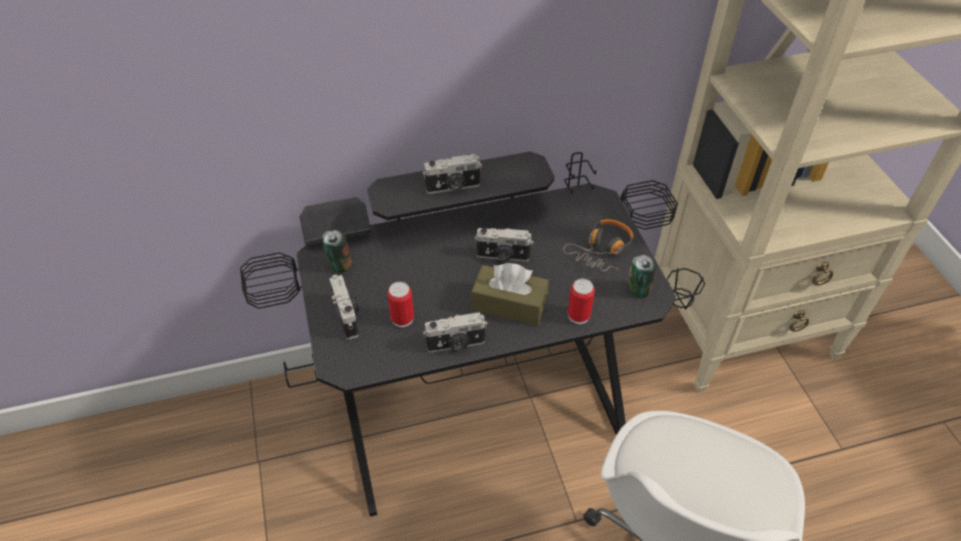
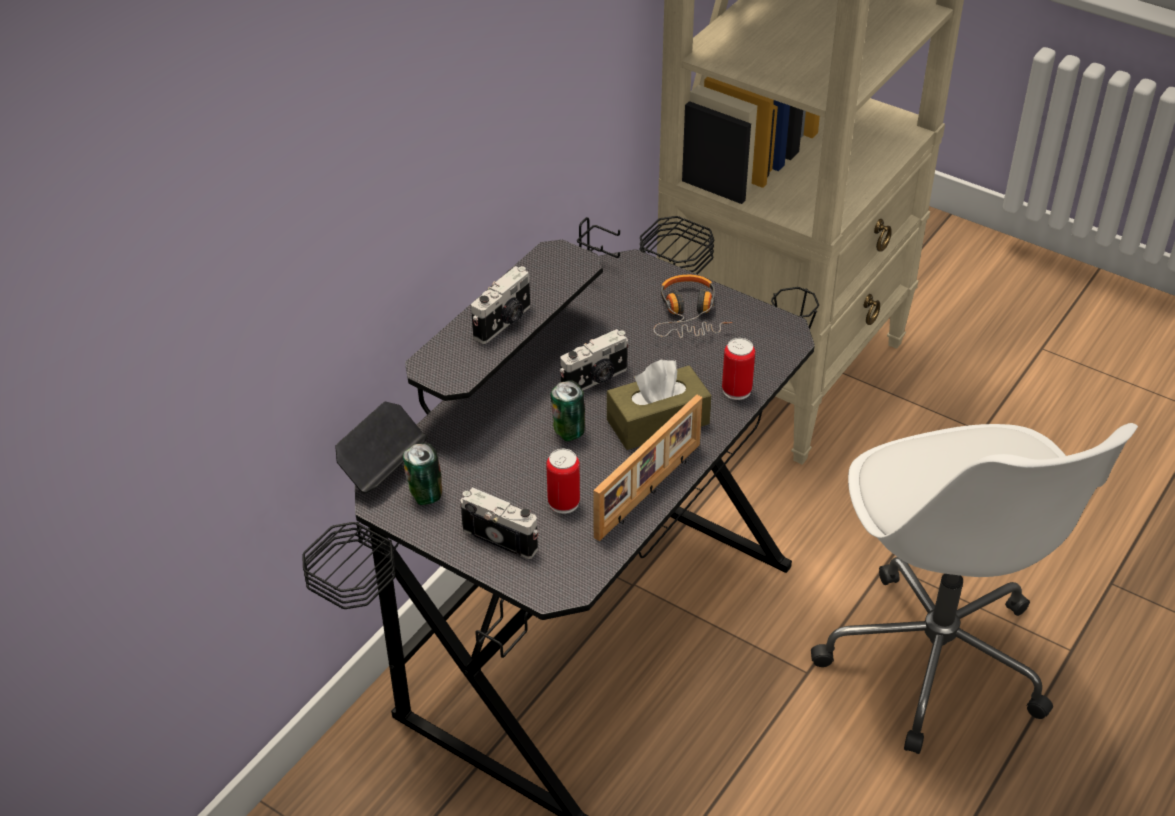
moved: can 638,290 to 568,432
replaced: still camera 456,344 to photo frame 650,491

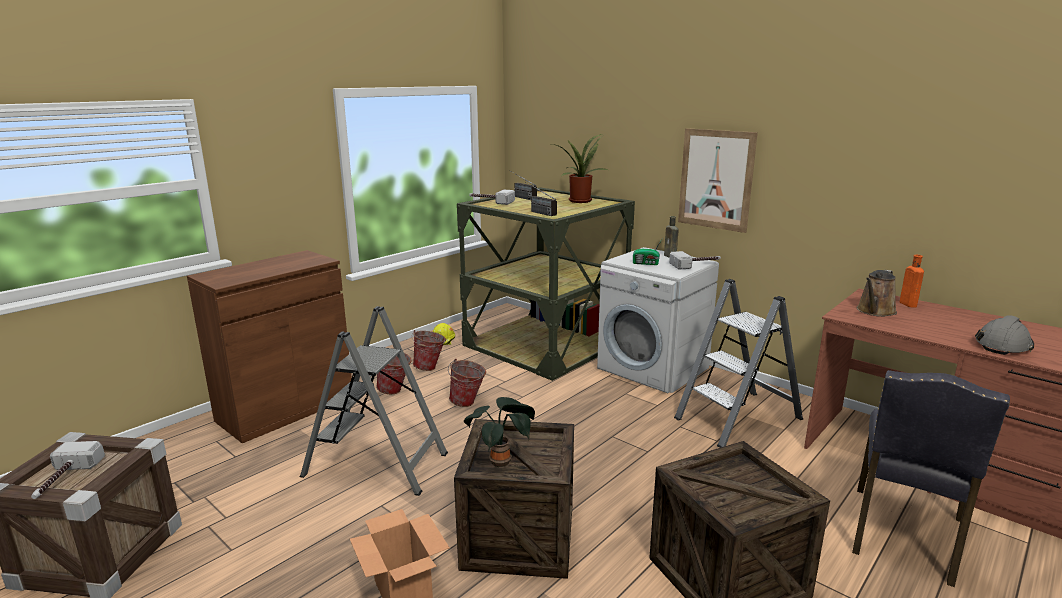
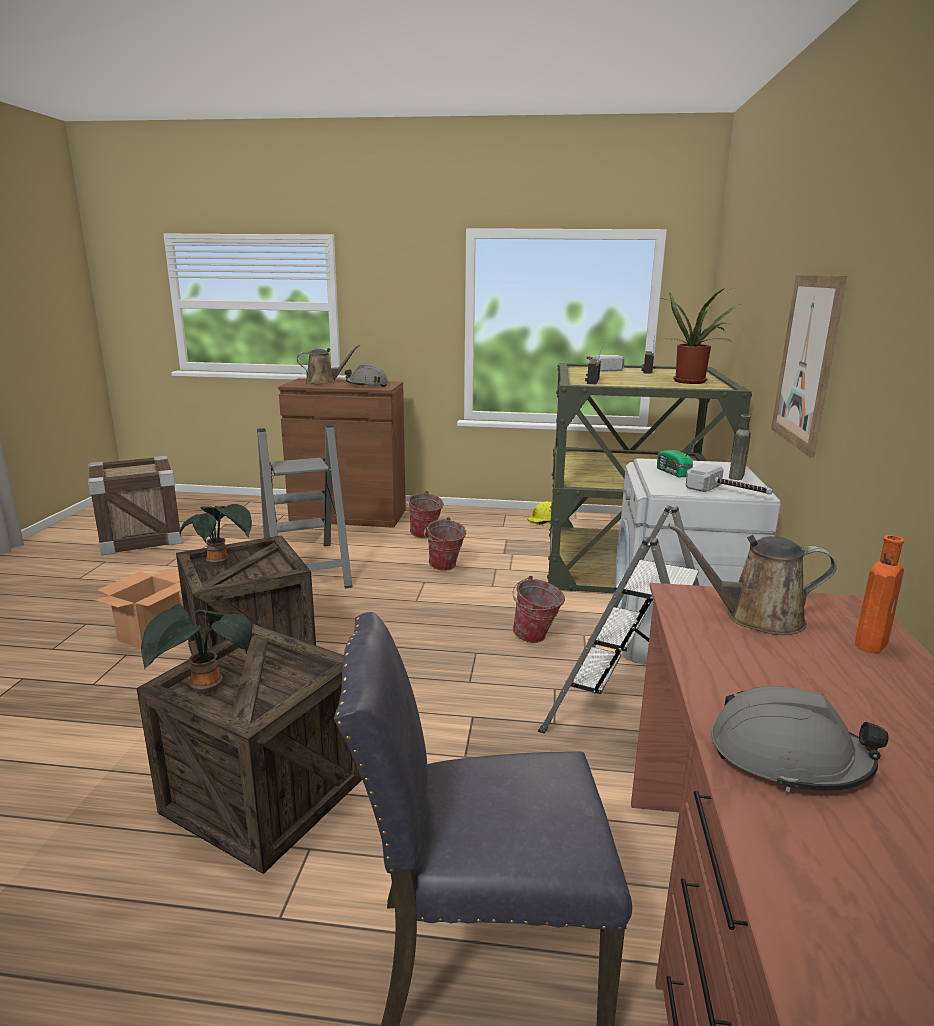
removed: tool hammer 63,480
added: potted plant 203,690; brownish watering can 324,382; grey work helmet 367,385
moved: pail 430,368 to 536,638

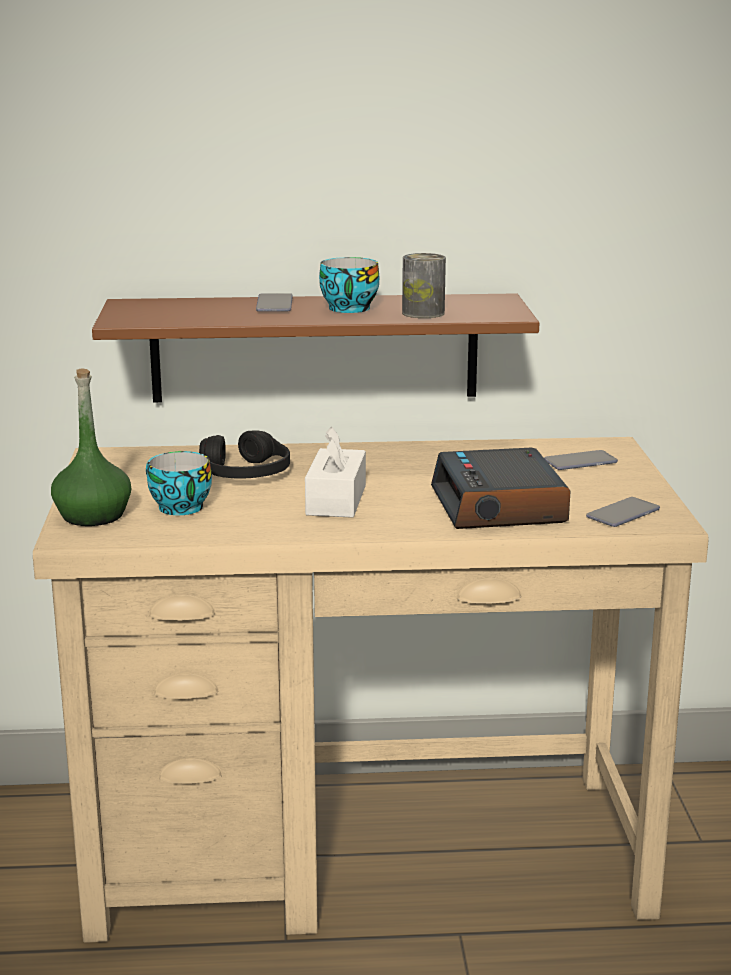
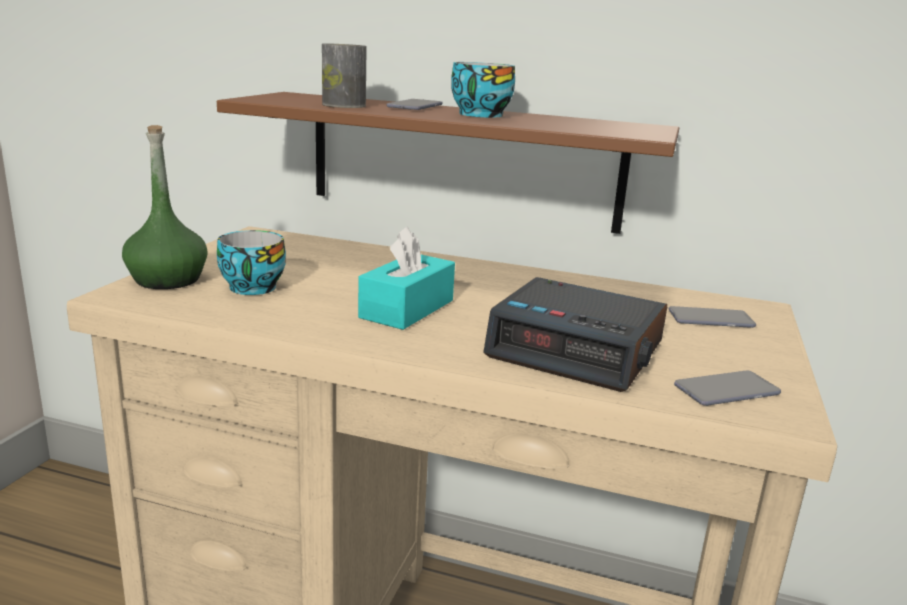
removed: blackish pair of headphones 245,473
moved: can 423,313 to 344,105
recoloured: white-coloured tissue holder 336,500 to turquoise tissue holder 407,309
turned: alarm clock 500,506 = 578,350 75 degrees counterclockwise

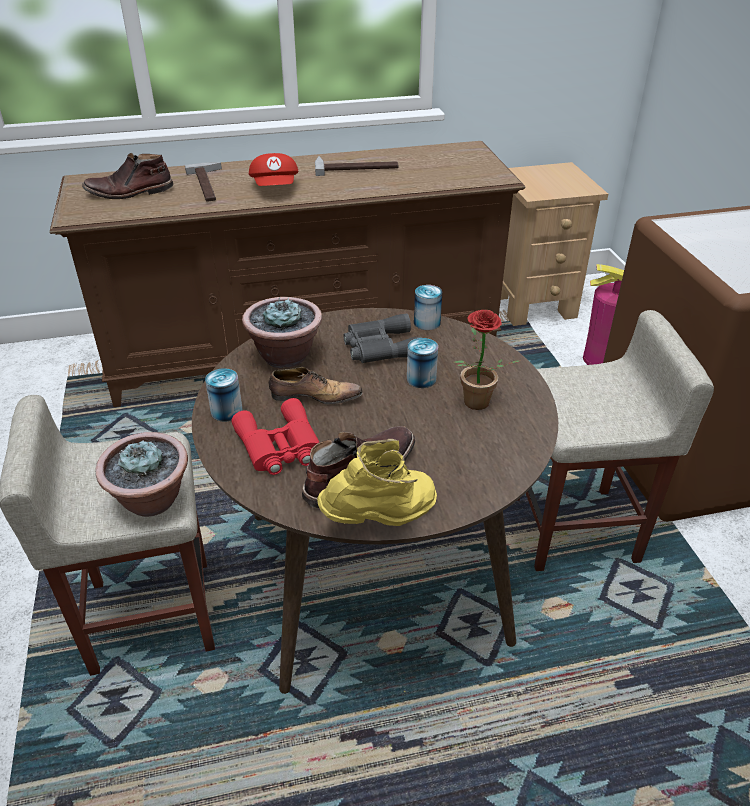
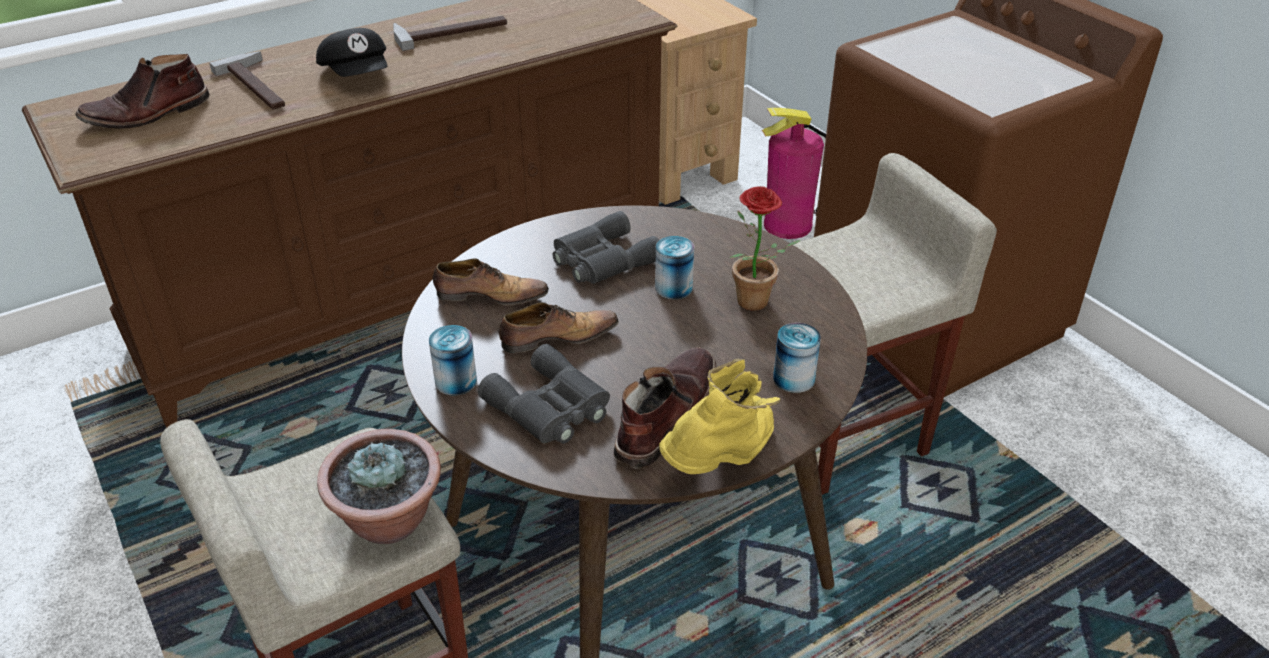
moved: can 427,322 to 794,379
replaced: potted plant 285,356 to shoe 489,296
recoloured: red-coloured binoculars 279,446 to grey binoculars 550,408; red-coloured peaked cap 276,188 to blackish peaked cap 358,75

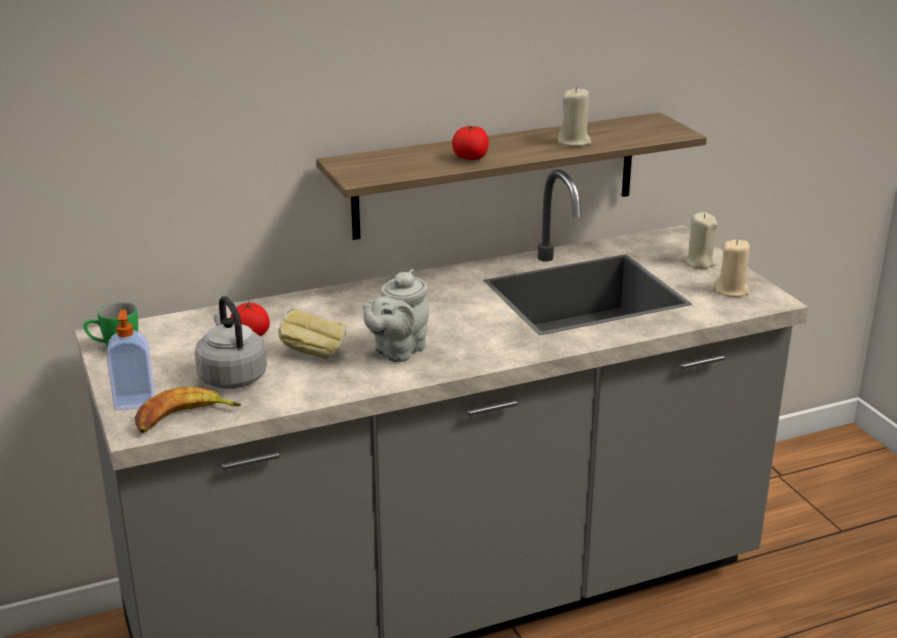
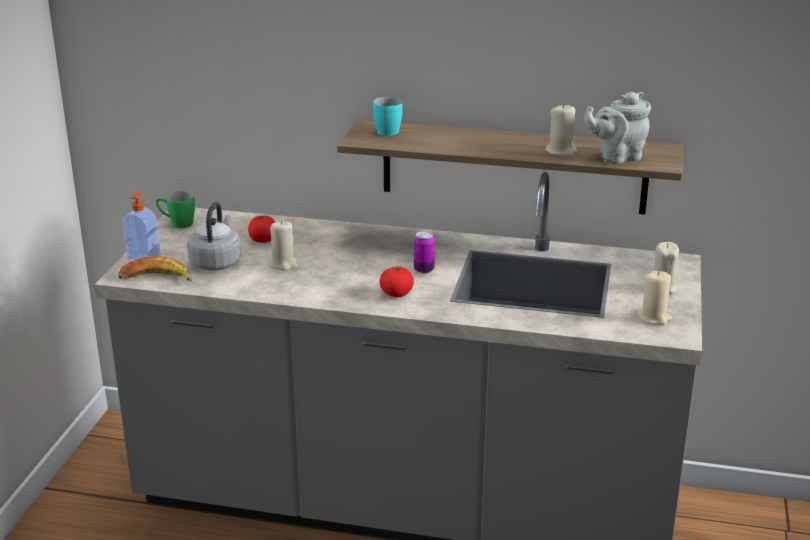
added: turquoise coffee mug 386,130; can 424,270
moved: grey pot for tea 397,351 to 616,157; tomato 470,158 to 396,294
replaced: baked bread 314,353 to sand-coloured wax light 284,264

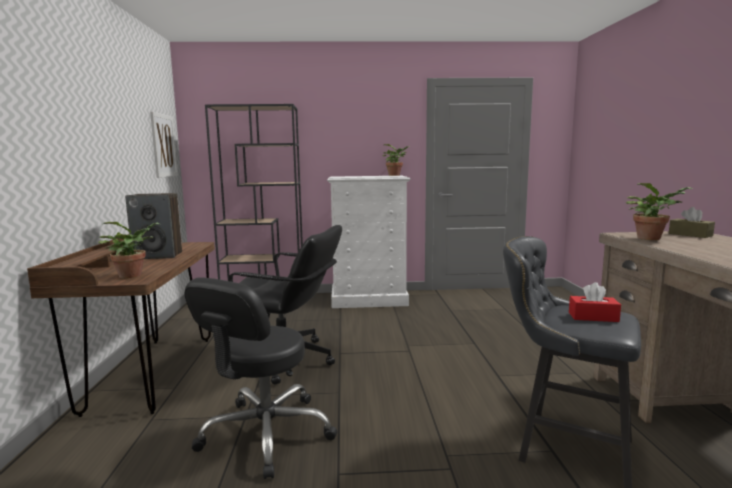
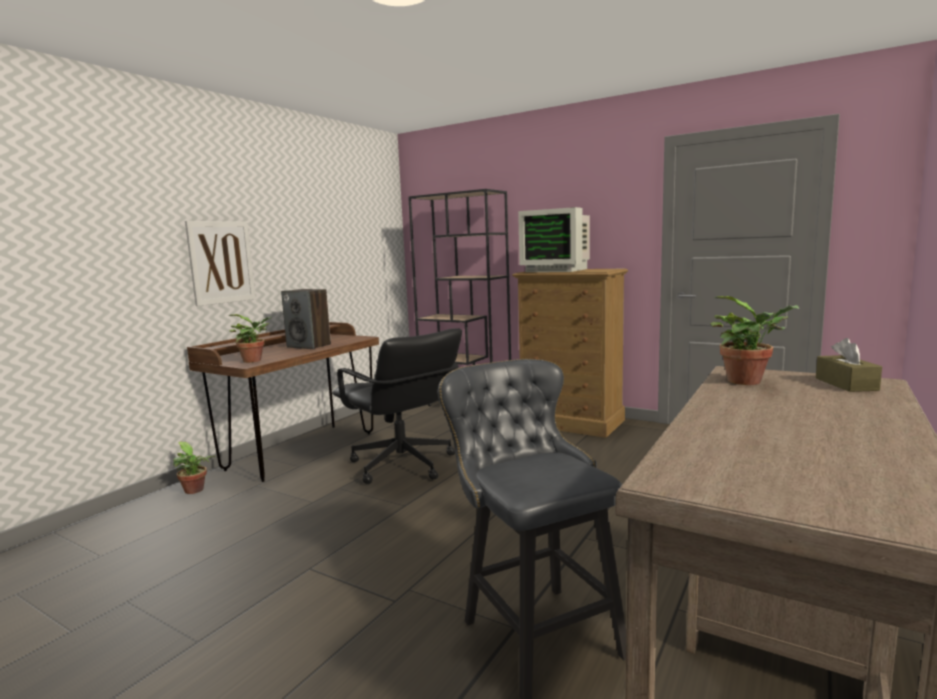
removed: blackish computer chair 263,437; red-coloured tissue holder 593,317
added: computer screen 557,270
moved: wall art 163,145 to 221,262; potted plant 395,175 to 195,491
recoloured: white-coloured chest of drawers 369,299 to brownish chest of drawers 572,422

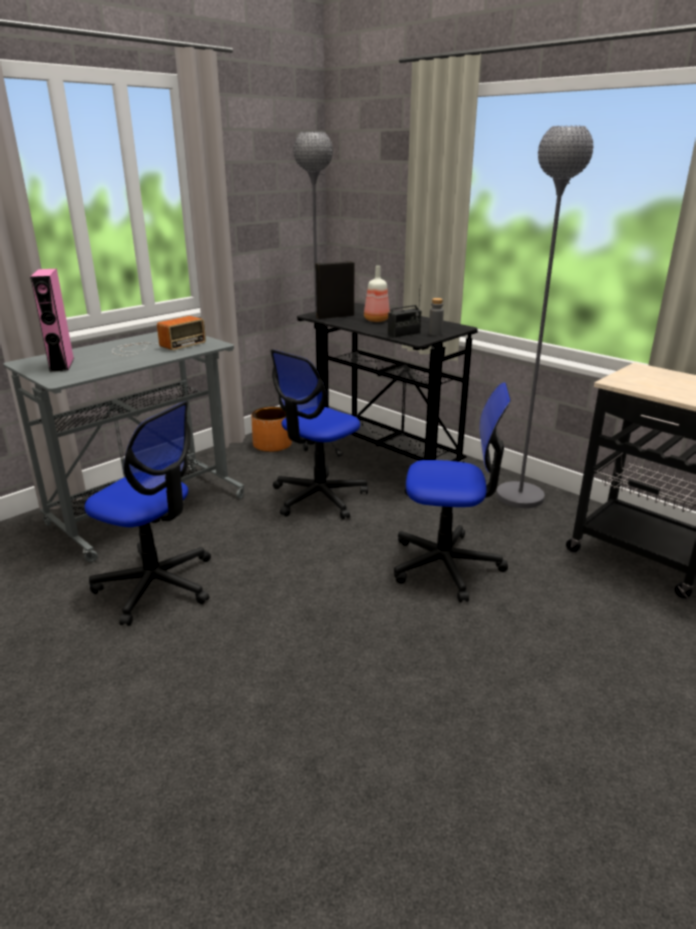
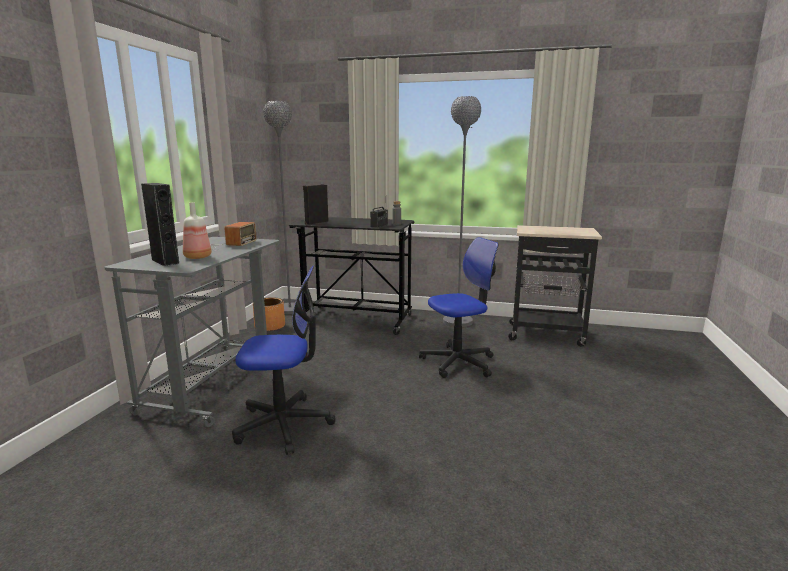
removed: computer chair 318,497
moved: bottle 375,320 to 197,257
recoloured: pink loudspeaker 62,365 to blackish loudspeaker 165,261

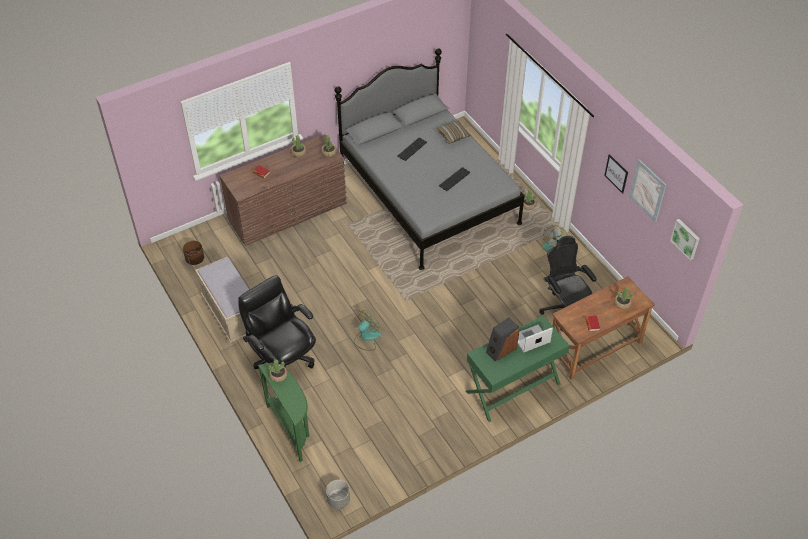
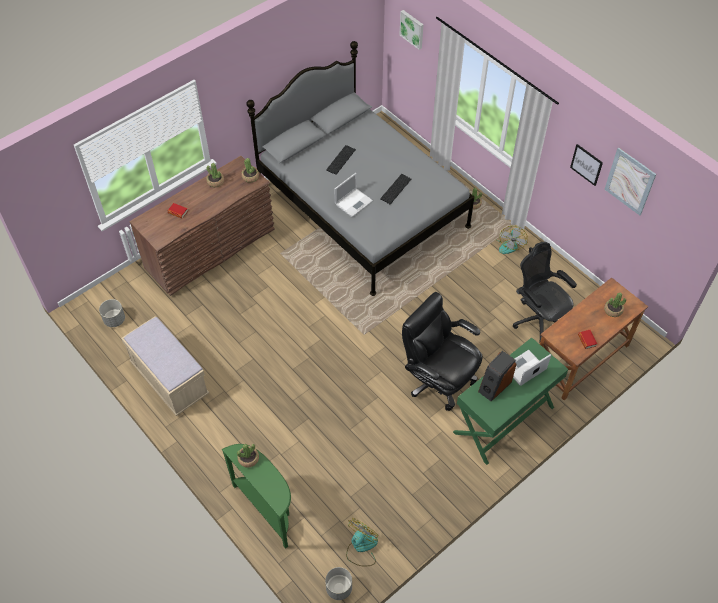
removed: cushion 453,135
added: portable computer 354,202
moved: blackish computer chair 282,358 to 438,379; fan 366,337 to 361,547; wall art 686,238 to 412,29
recoloured: brownish planter 195,259 to grey planter 114,320

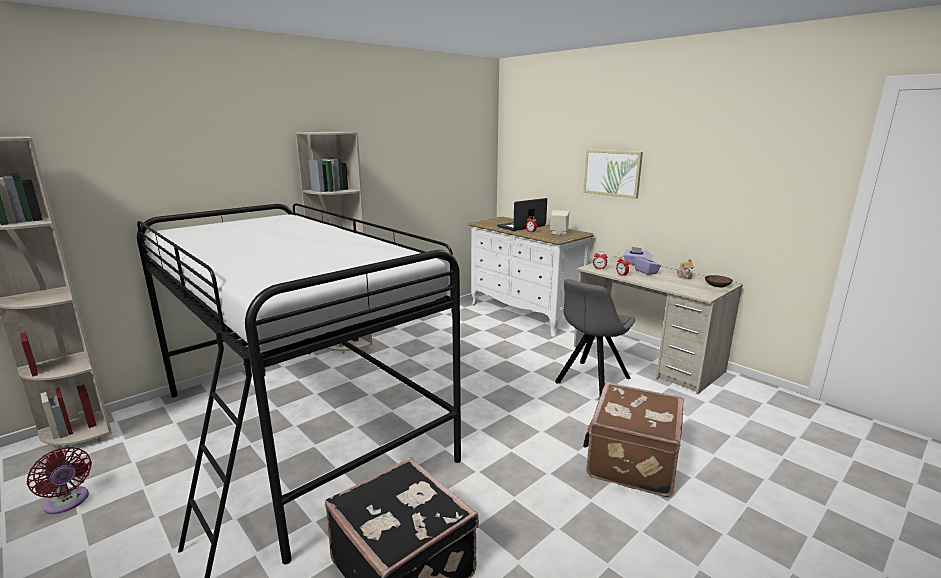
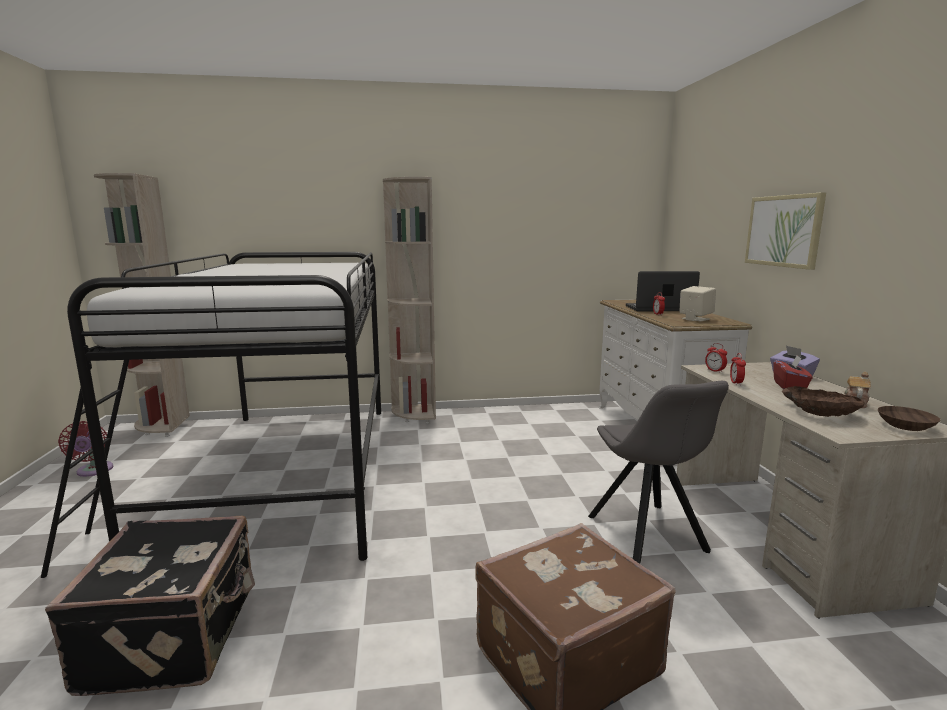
added: brownish deep dish 820,411
recoloured: purplish tissue holder 646,272 to red-coloured tissue holder 790,386
turned: grey upright chair 591,380 = 647,533 90 degrees counterclockwise

